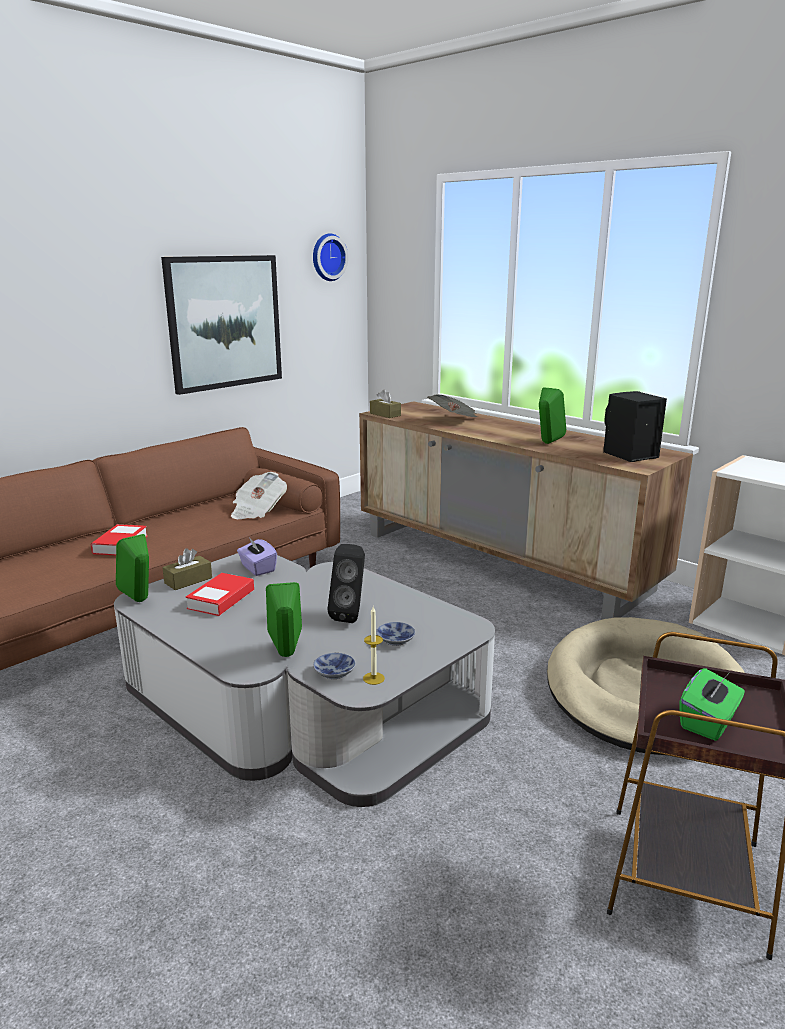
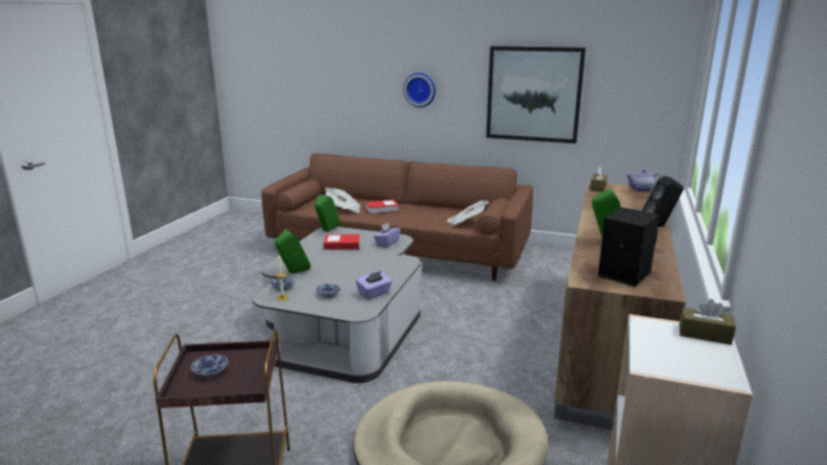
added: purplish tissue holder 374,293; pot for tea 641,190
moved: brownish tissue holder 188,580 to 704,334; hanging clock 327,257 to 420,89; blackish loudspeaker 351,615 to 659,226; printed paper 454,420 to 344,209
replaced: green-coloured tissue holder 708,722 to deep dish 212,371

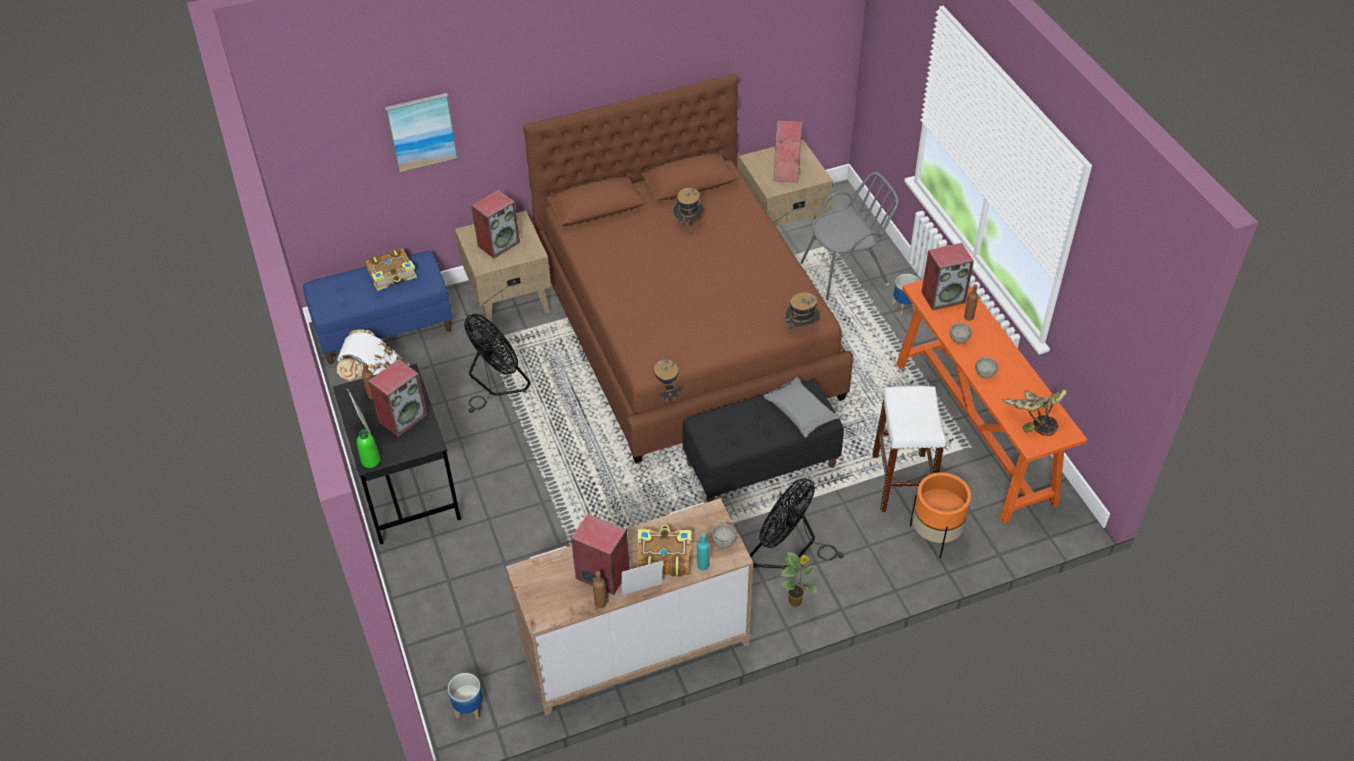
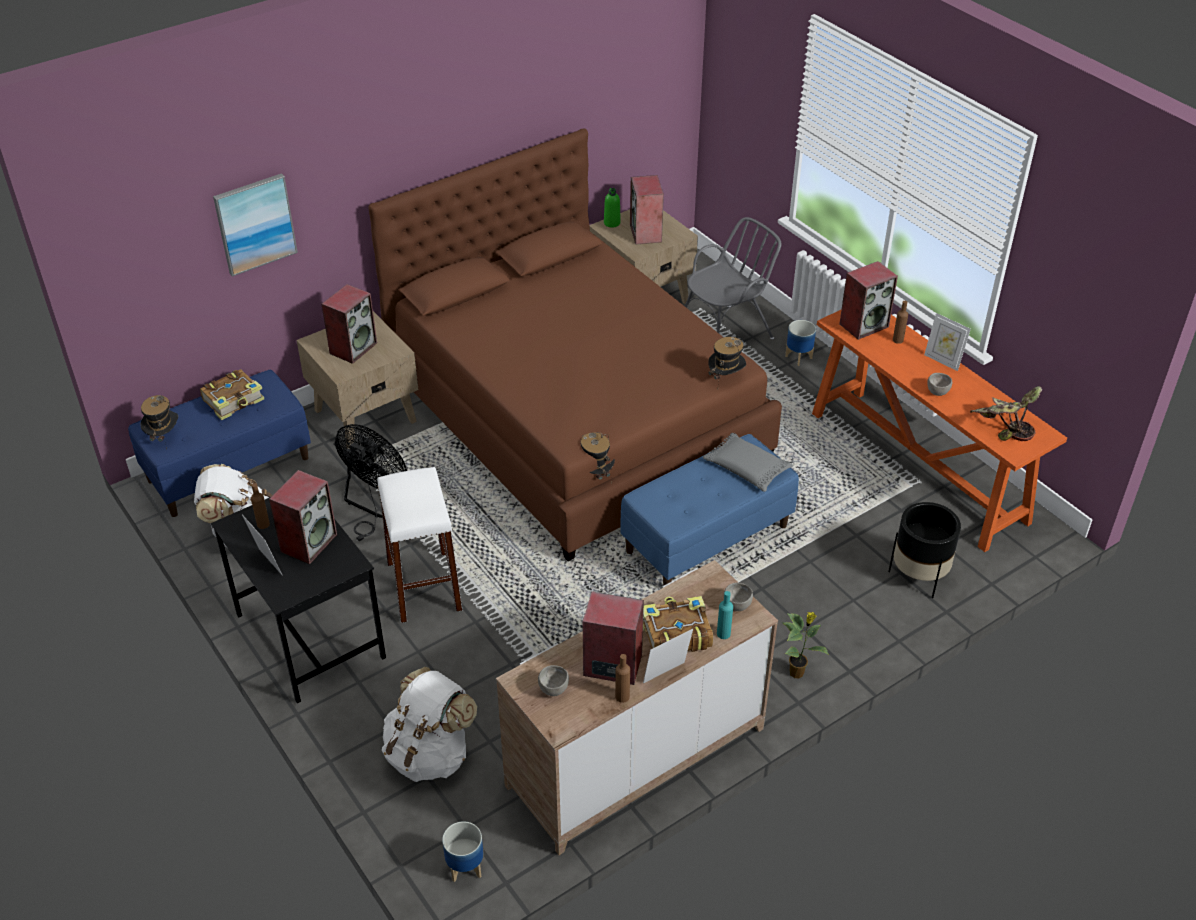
removed: blackish fan 793,546
added: white-coloured rucksack 430,754; photo frame 942,361
moved: green-coloured bottle 371,461 to 612,223; clothing hat 688,223 to 164,437; white-coloured sitting stool 902,482 to 424,586; grey deep dish 959,339 to 554,689
recoloured: blackish indoor bench 761,464 to bluish indoor bench 707,538; orange planter 935,535 to blackish planter 918,576

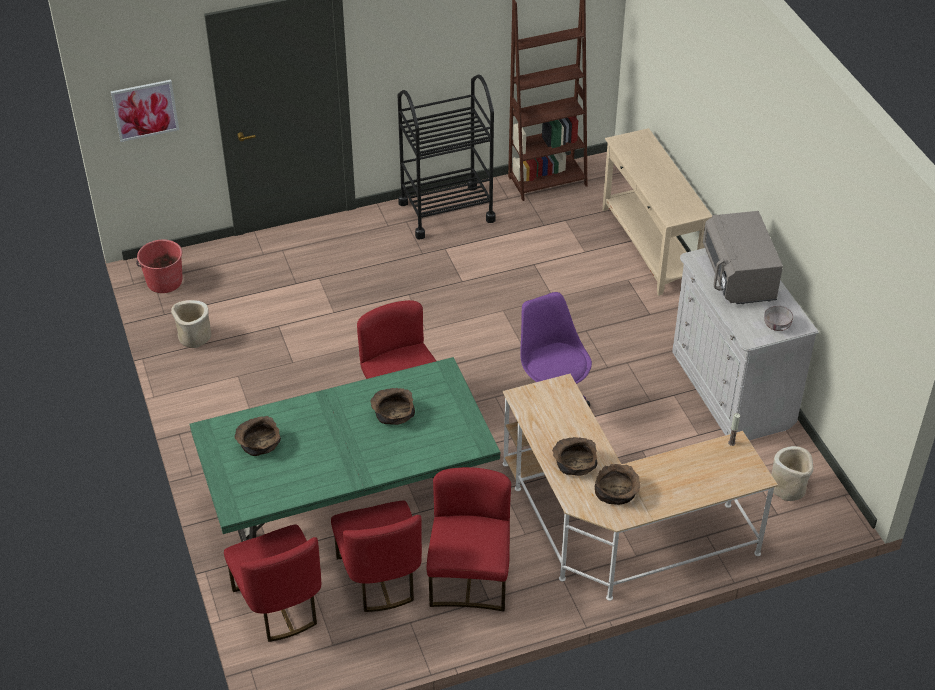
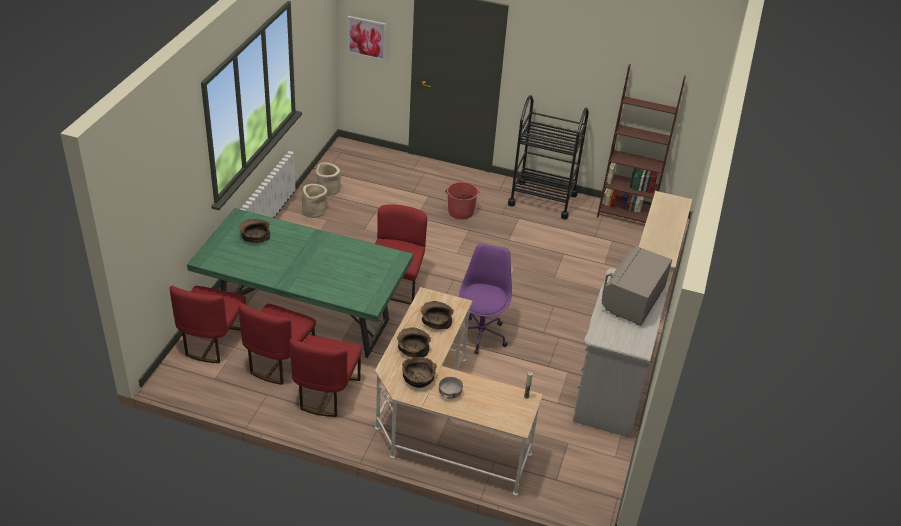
moved: red-coloured pail 164,281 to 460,211; brownish deep dish 393,414 to 435,321; grey deep dish 777,324 to 450,393; sand-coloured planter 788,488 to 314,211
turned: red-coloured upright chair 470,578 = 326,393 150 degrees clockwise

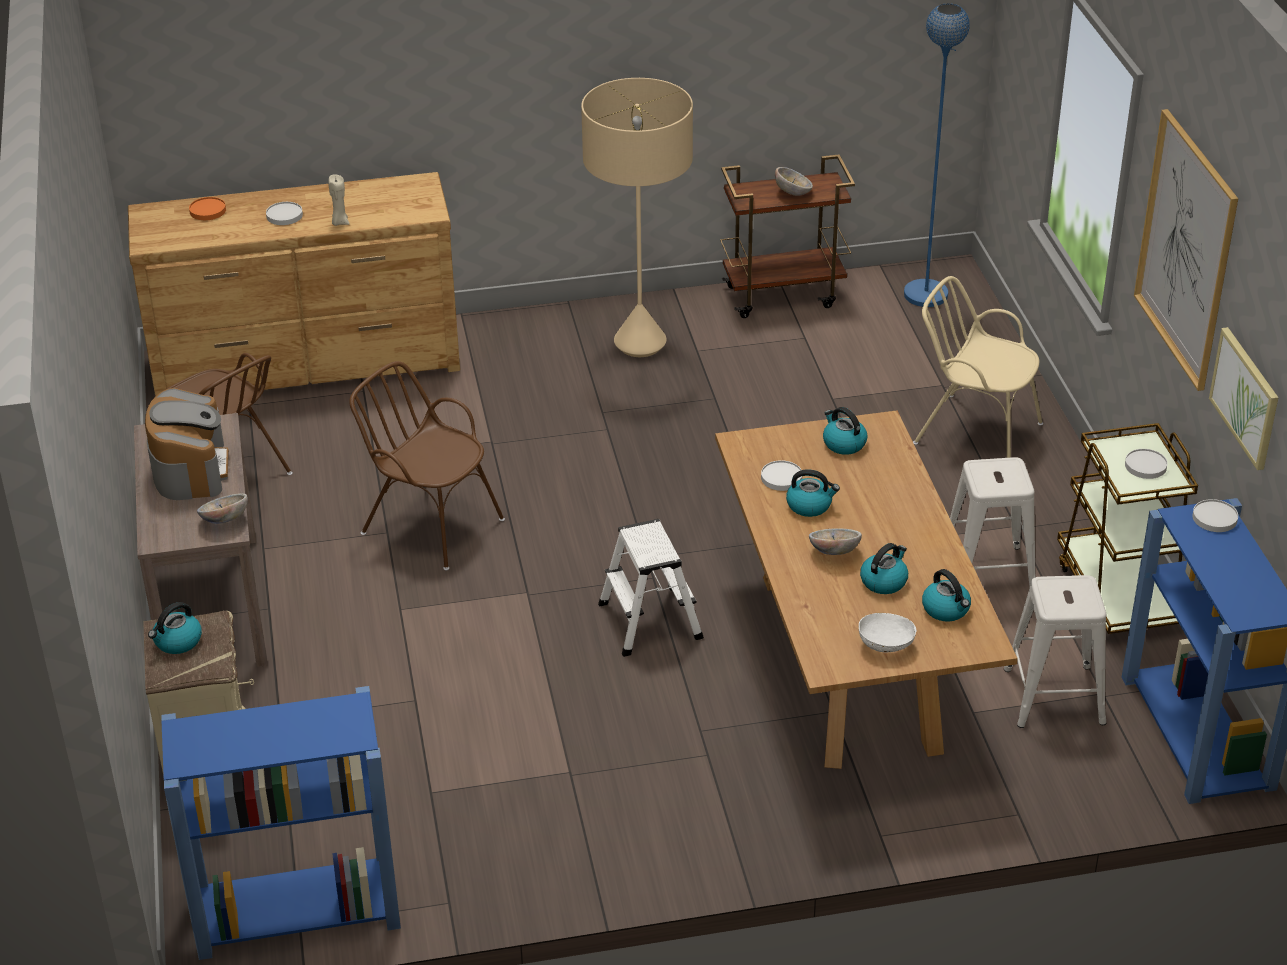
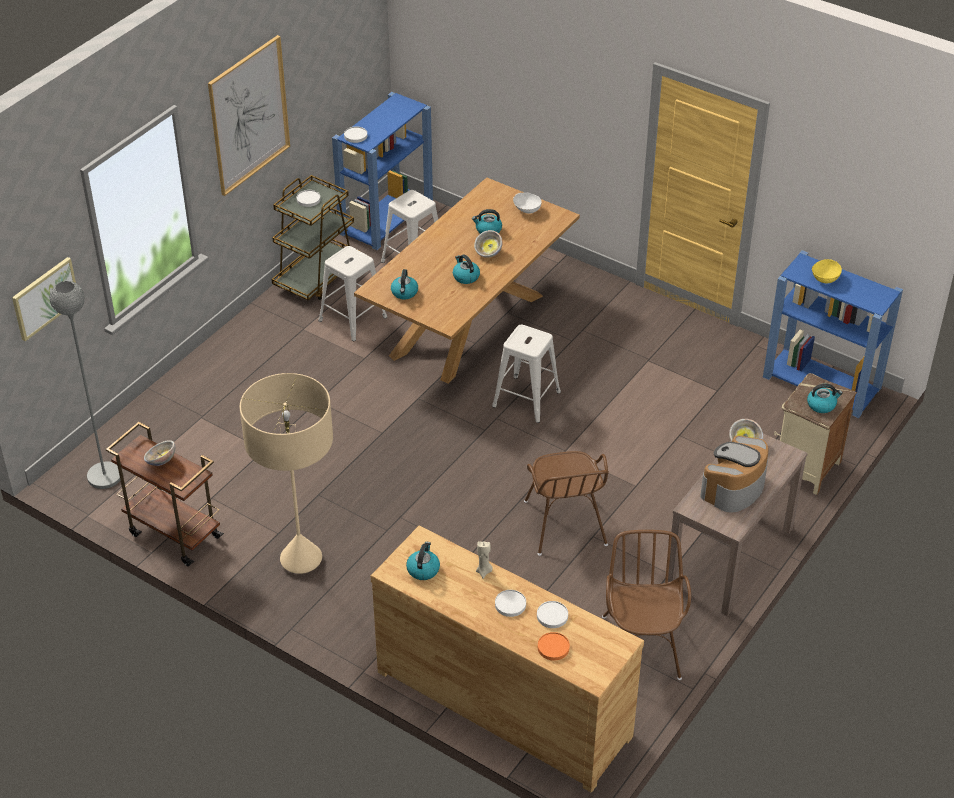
removed: sand-coloured upright chair 973,431
added: yellow deep dish 825,278
moved: white-coloured dinner plate 781,478 to 552,616; water kettle 946,609 to 423,569; wall art 1245,397 to 44,298
replaced: white-coloured step ladder 650,620 to white-coloured sitting stool 526,399
recoloured: bluish standing lamp 926,295 to grey standing lamp 104,476

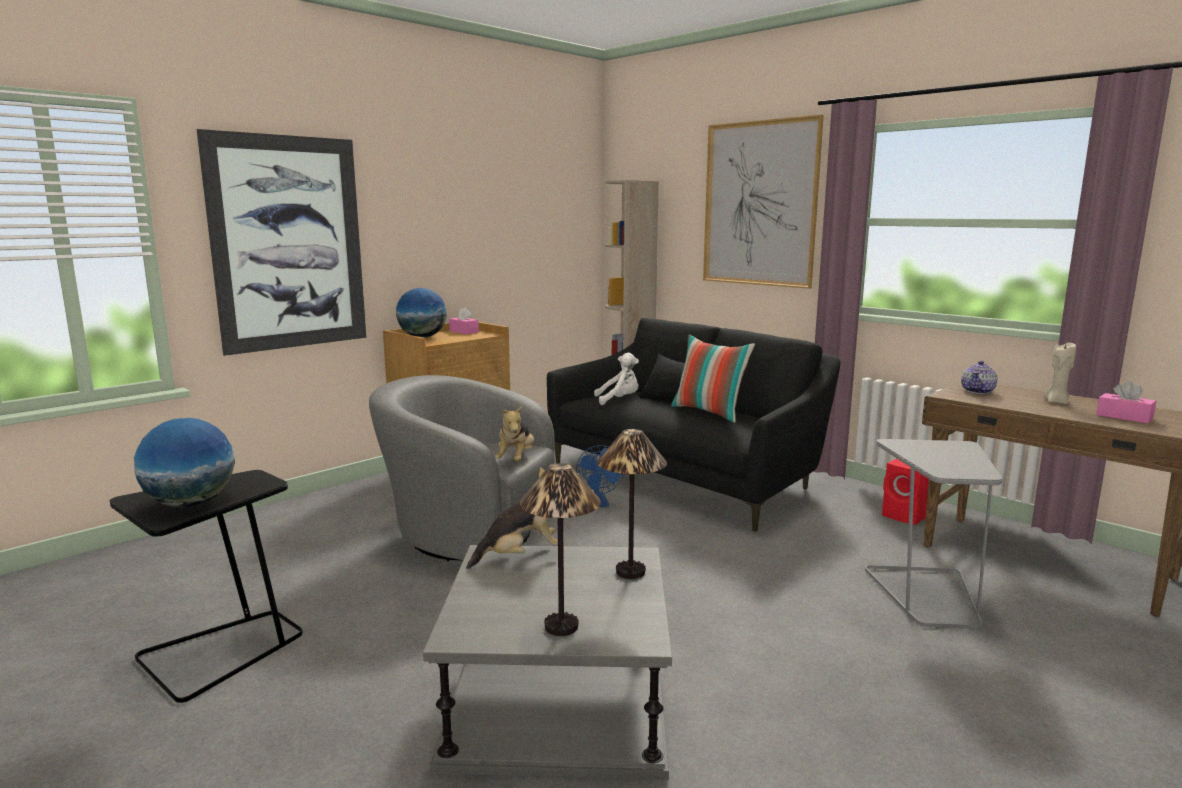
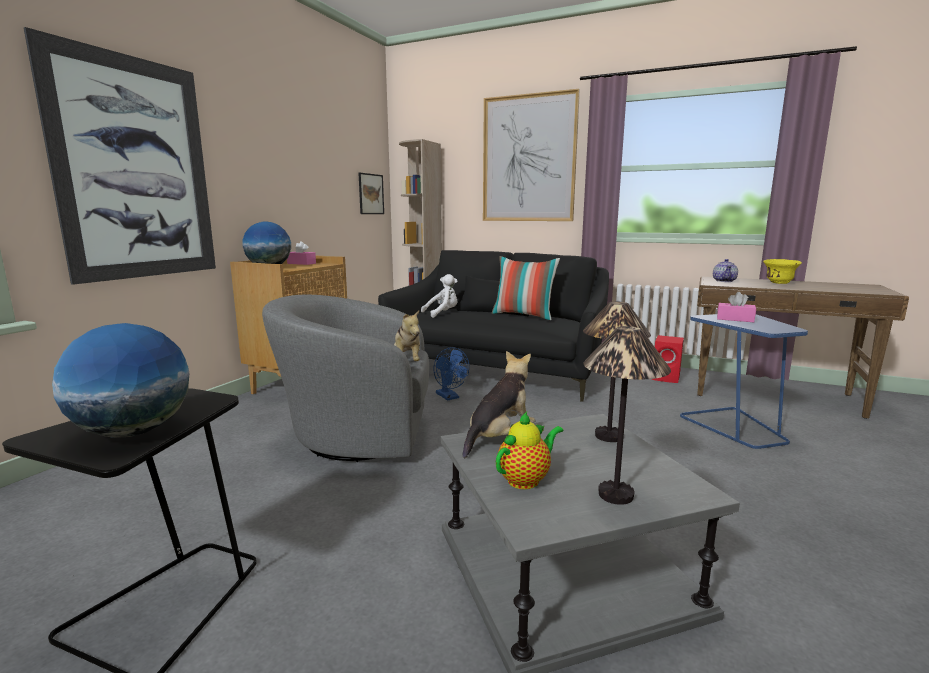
added: wall art 371,194; pot for tea 526,480
moved: pink tissue holder 1124,417 to 735,319
replaced: sand-coloured wax light 1056,402 to yellow deep dish 779,283
recoloured: grey end table 928,595 to bluish end table 735,427

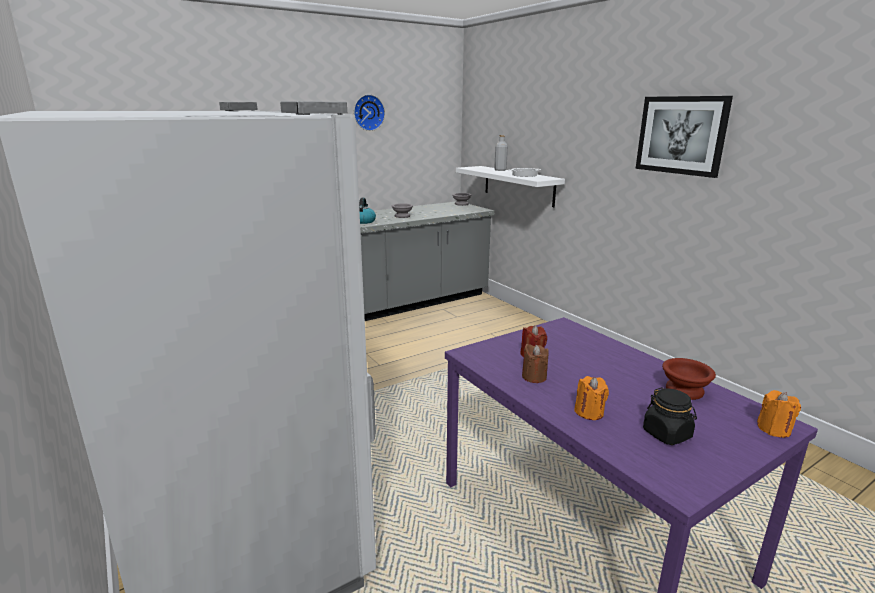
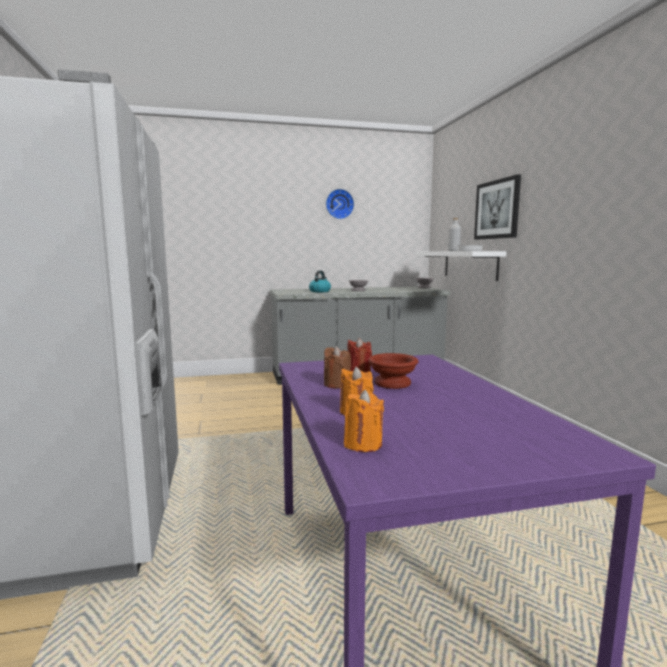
removed: blackish jar 667,434
moved: wall art 681,135 to 497,209; brownish deep dish 686,390 to 394,383; orange wax light 774,429 to 363,444

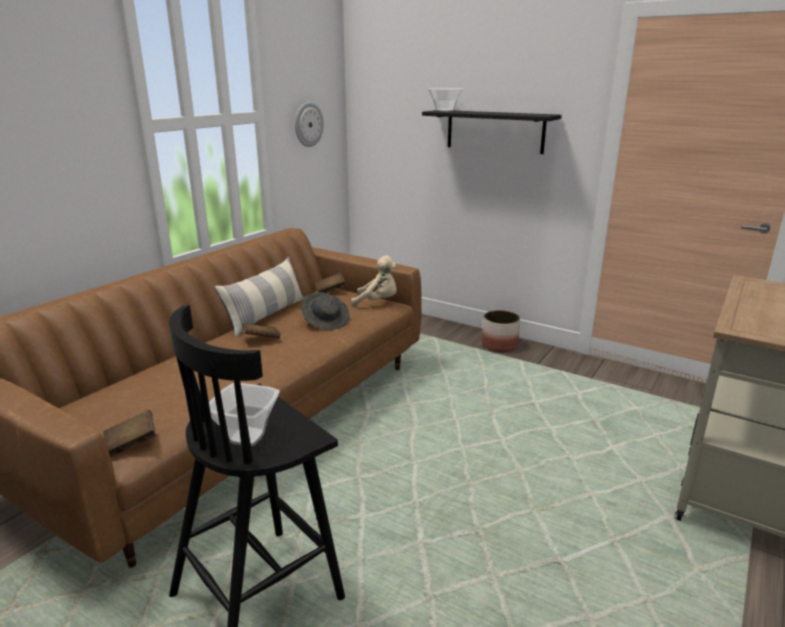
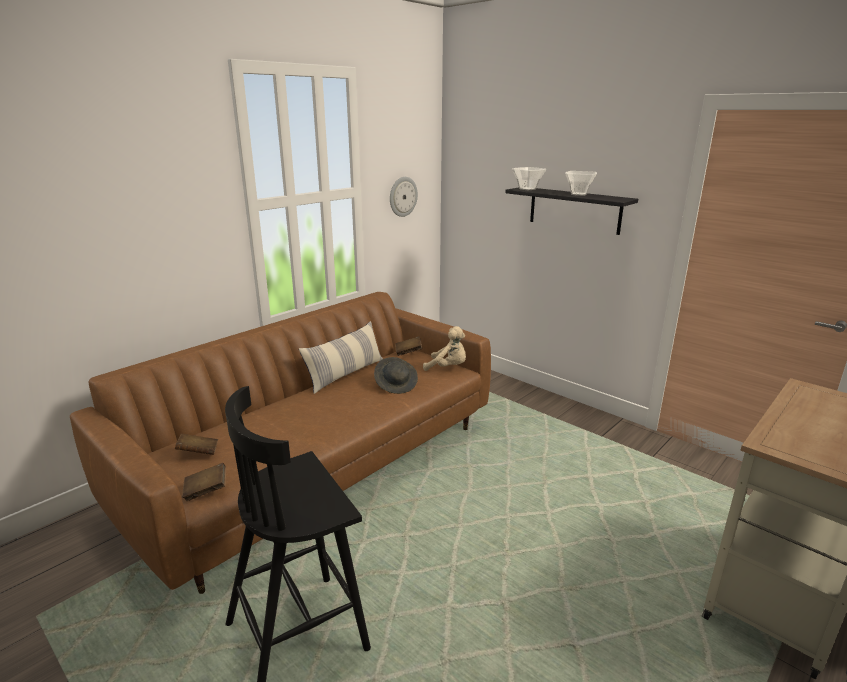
removed: planter 499,345
moved: deep dish 247,438 to 579,194; brownish volume 261,339 to 198,453

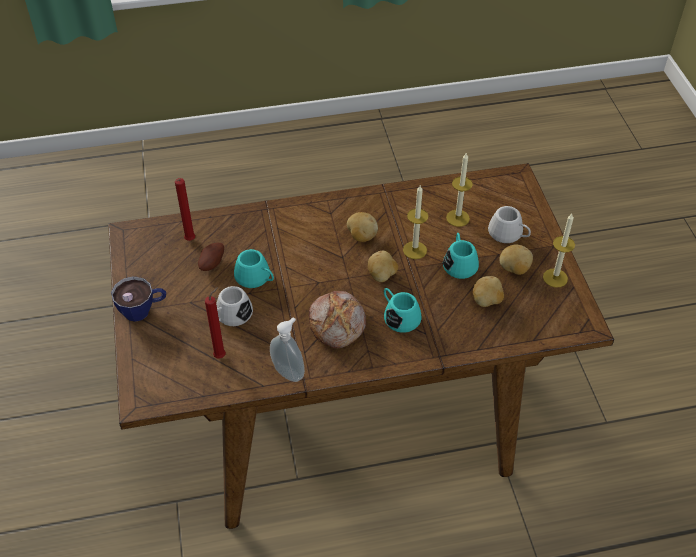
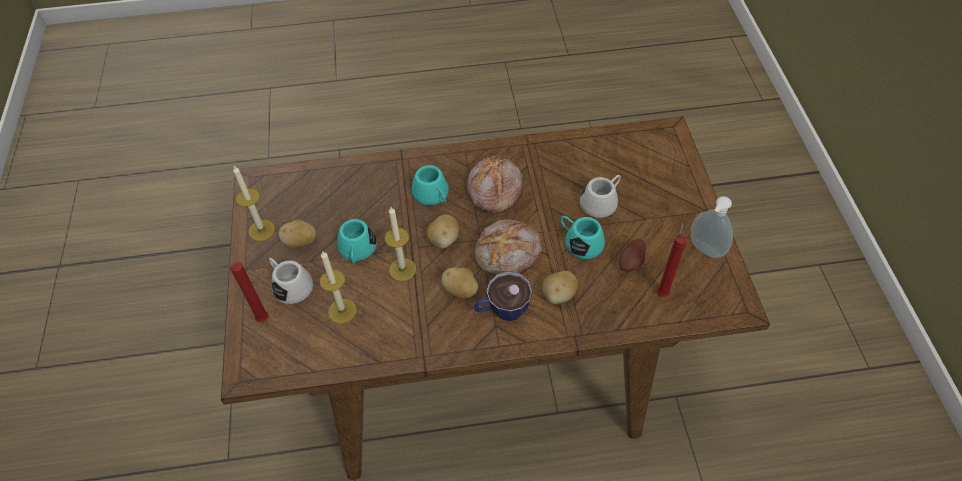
added: baked bread 509,254
moved: small cup 143,310 to 502,310; red-coloured wax light 221,355 to 261,320; liquid soap bottle 289,372 to 704,250; spud 486,301 to 558,295

